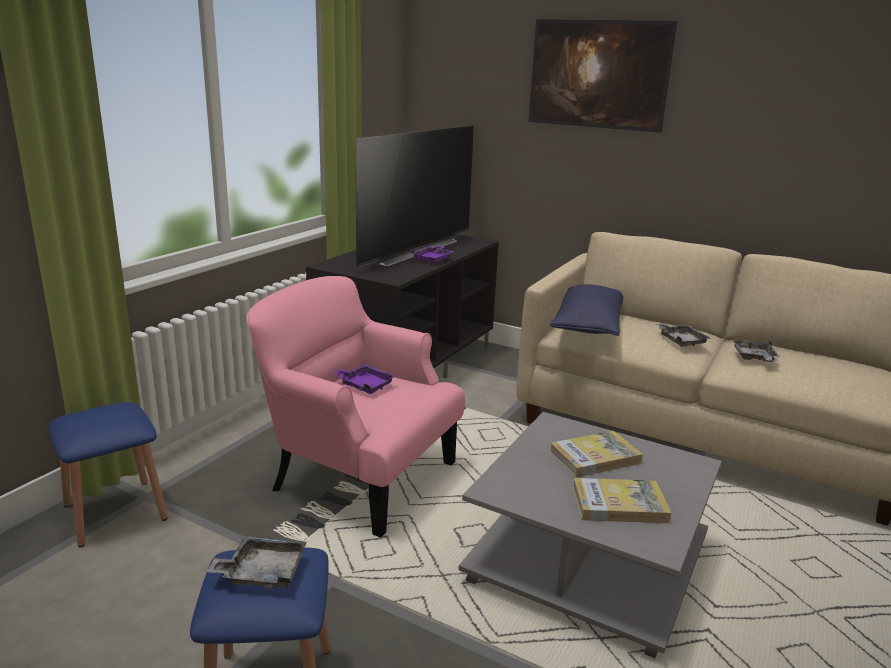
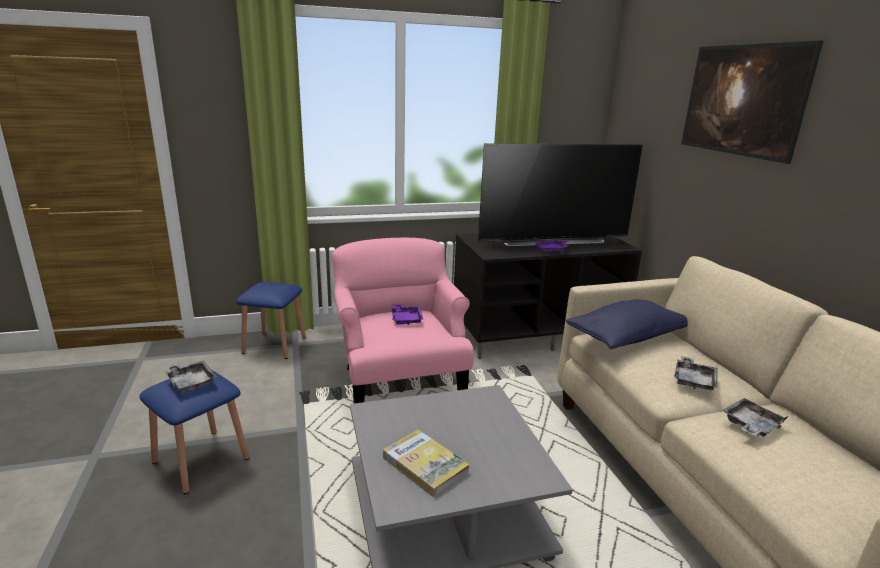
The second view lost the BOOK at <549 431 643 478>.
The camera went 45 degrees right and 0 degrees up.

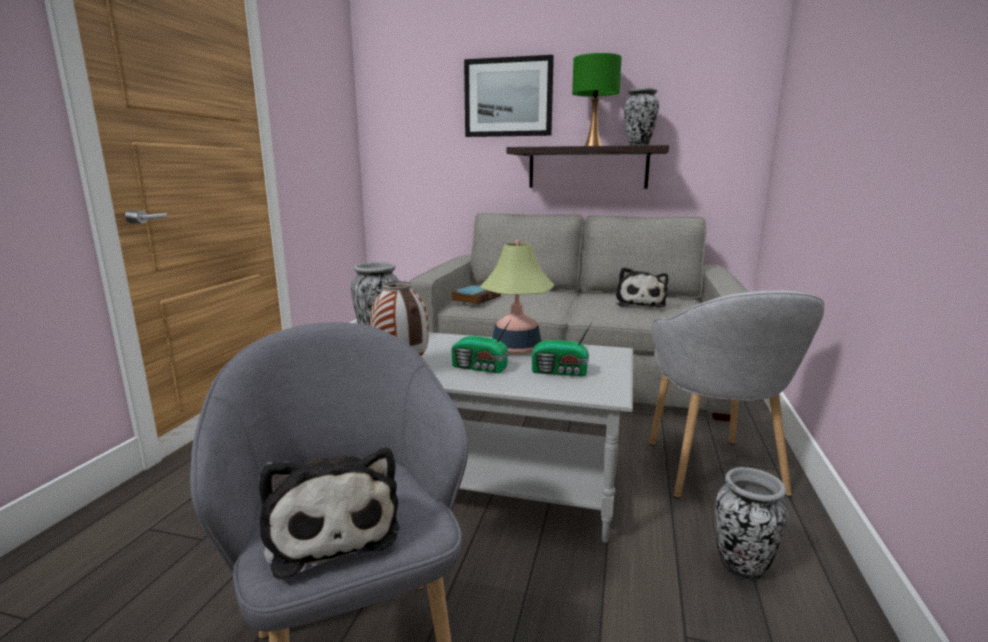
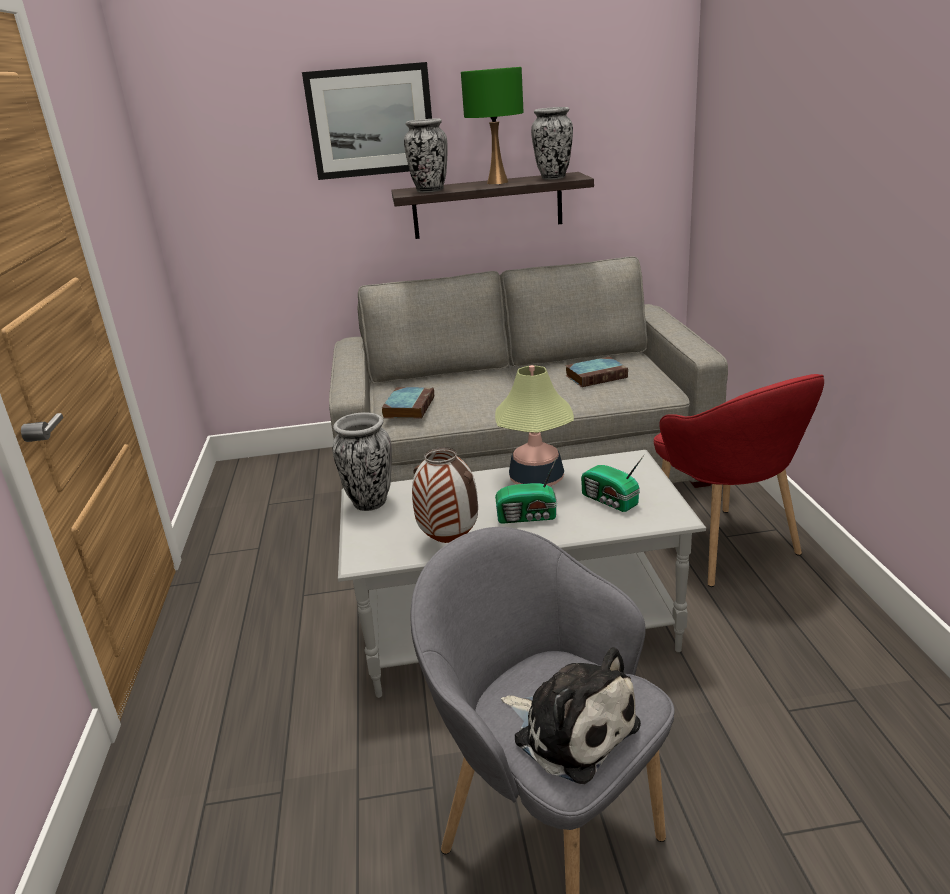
The RADIO at <532 318 594 376> ended up facing another way, 60 degrees clockwise from before.
Where the PLUSH TOY stood at <616 267 668 308>, the BOOK came to stand at <565 357 628 387>.
What was the GREY ARMCHAIR at <649 290 824 499> turned into the RED ARMCHAIR at <654 374 824 587>.
The VASE ended up elsewhere, having gone from <715 467 788 580> to <404 118 448 193>.
The camera went 20 degrees left and 10 degrees up.

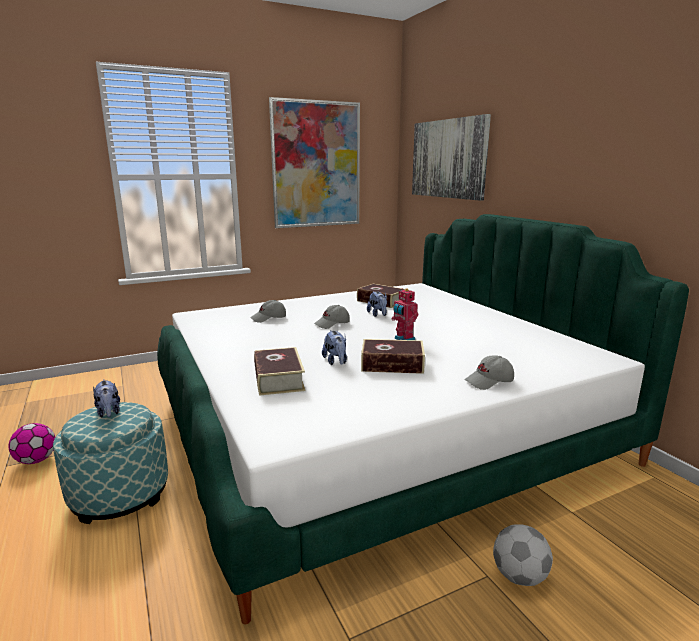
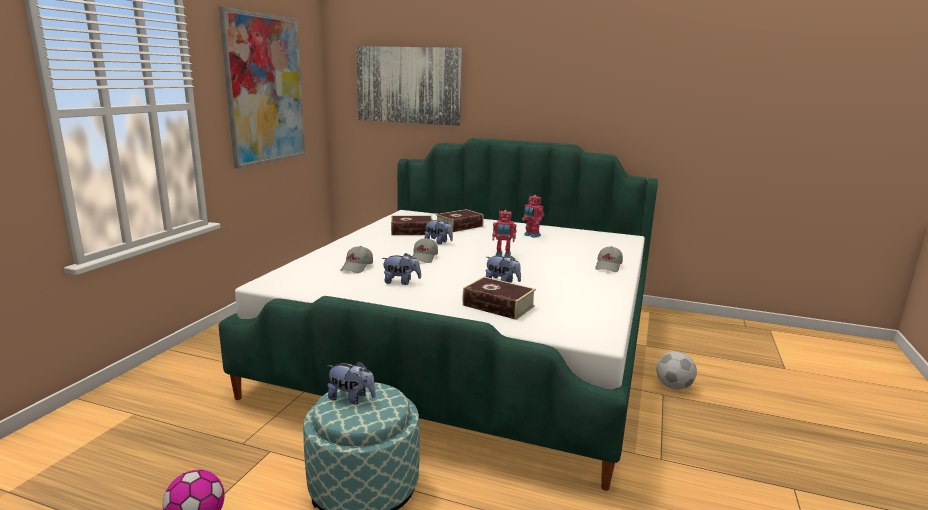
The BOOK ended up elsewhere, having gone from <361 339 425 374> to <436 209 484 232>.
The second view gained the PLUSH TOY at <381 253 421 285>.
The second view gained the TOY ROBOT at <522 195 544 238>.
The camera went 45 degrees left and 0 degrees up.

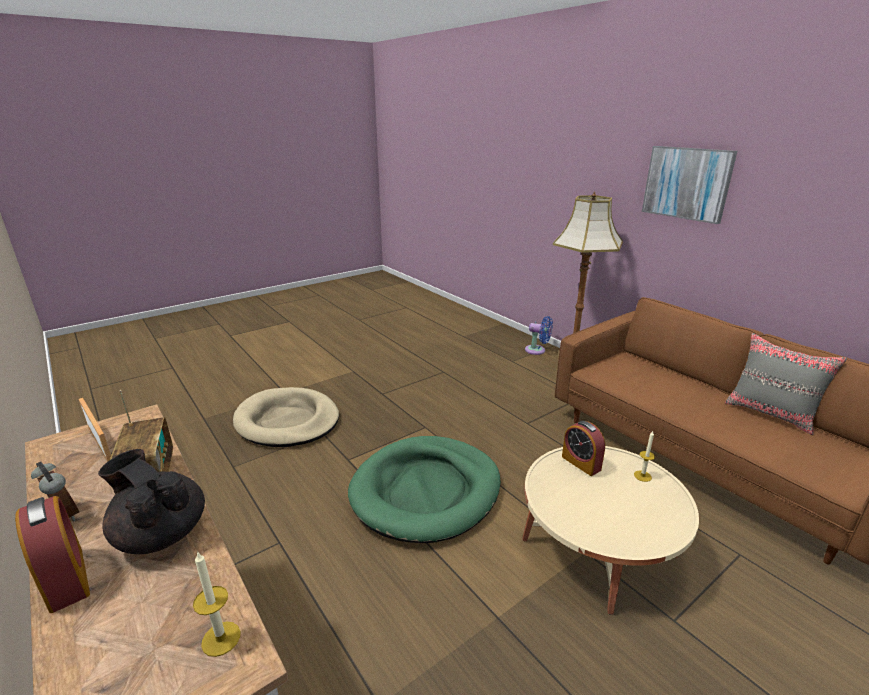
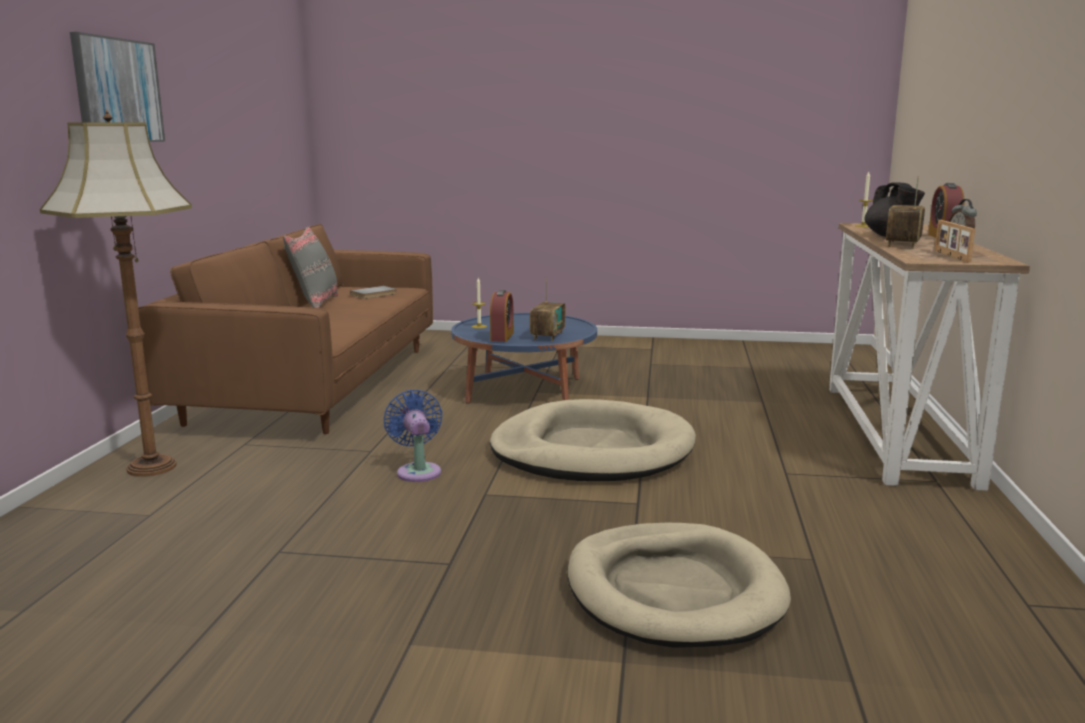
What was the GREEN DOG BED at <348 436 501 543> turned into the BEIGE DOG BED at <490 399 696 481>.
What was the BEIGE COFFEE TABLE at <522 446 699 615> turned into the BLUE COFFEE TABLE at <451 313 597 404>.
The BLUE FAN ended up elsewhere, having gone from <525 316 553 355> to <384 390 442 482>.
The second view gained the GREY BOOK at <350 286 397 299>.
The second view gained the RADIO at <530 278 565 341>.
The camera went 135 degrees left and 10 degrees down.

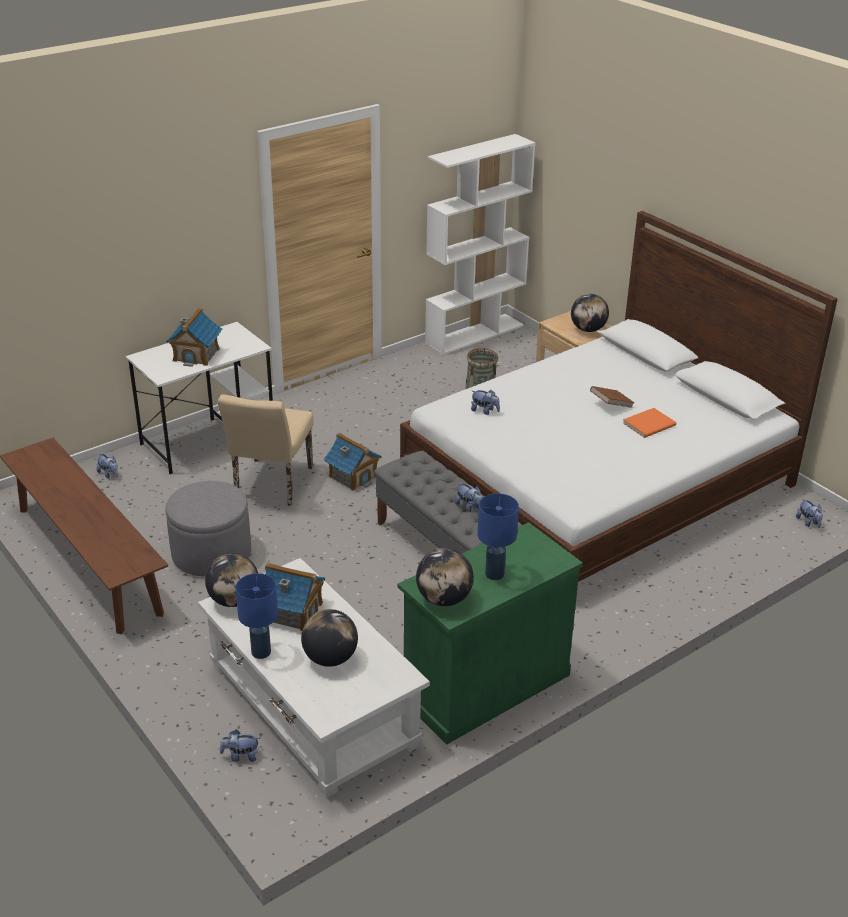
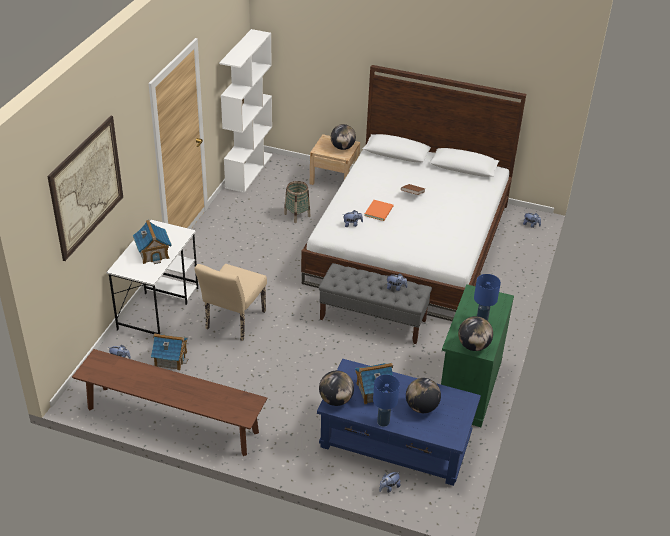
The second view lost the GREY OTTOMAN at <165 481 251 577>.
What was the WHITE COFFEE TABLE at <198 558 430 798> turned into the BLUE COFFEE TABLE at <317 359 481 486>.
The BEIGE CHAIR at <218 395 313 506> ended up facing another way, 45 degrees clockwise from before.
The TOY HOUSE ended up elsewhere, having gone from <324 433 382 491> to <151 333 188 370>.
The ORANGE BOOK ended up elsewhere, having gone from <623 408 676 438> to <364 200 393 221>.
The second view gained the PICTURE at <47 116 123 261>.
The camera went 35 degrees left and 5 degrees up.

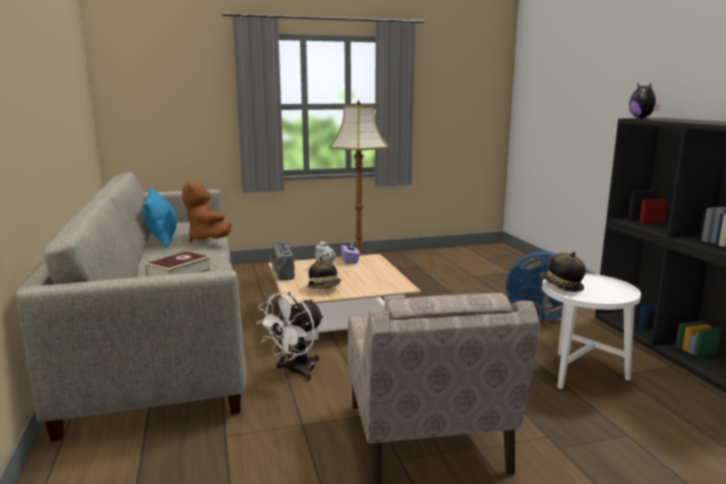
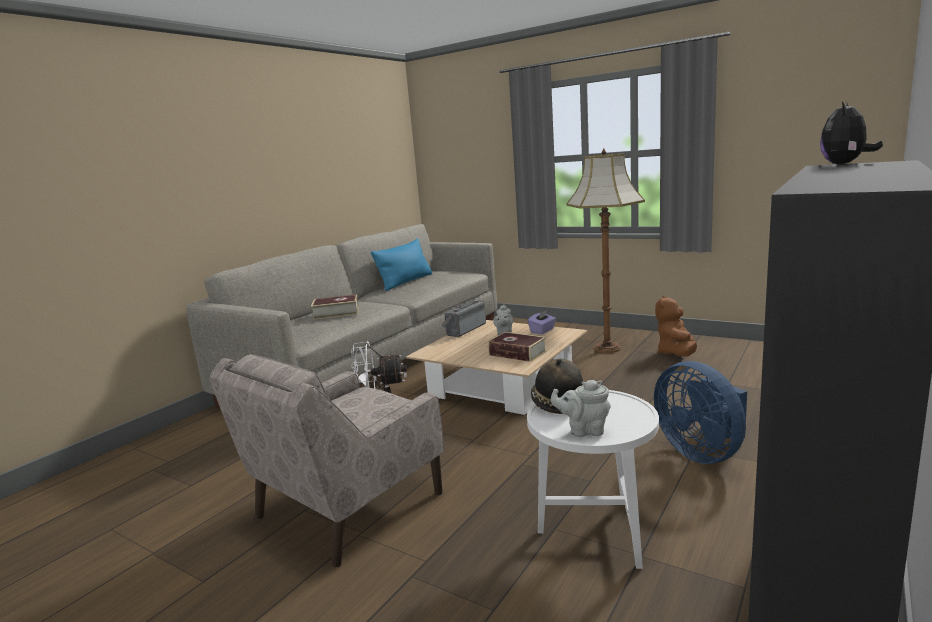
The BROWN PLUSH TOY ended up elsewhere, having gone from <182 181 232 242> to <655 295 697 356>.
The second view lost the HAT at <307 256 341 289>.
The second view gained the BOOK at <488 332 547 362>.
The second view gained the GREY TEAPOT at <551 380 610 437>.
The camera went 50 degrees right and 0 degrees up.

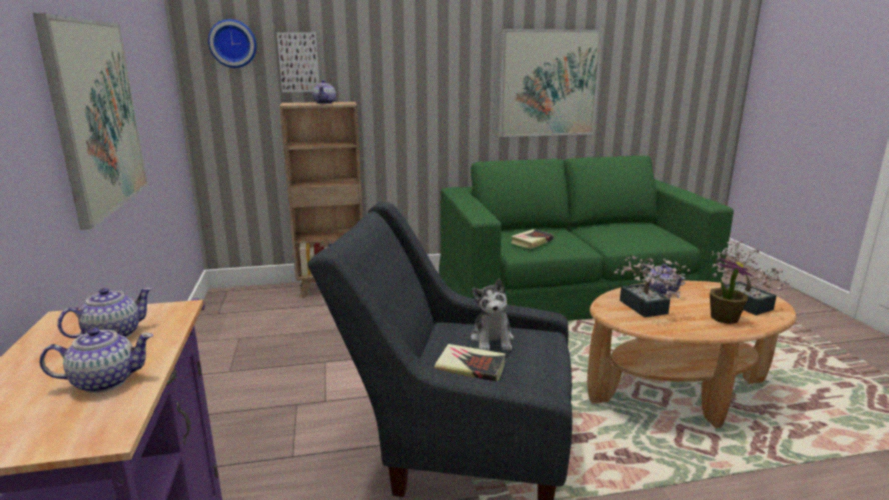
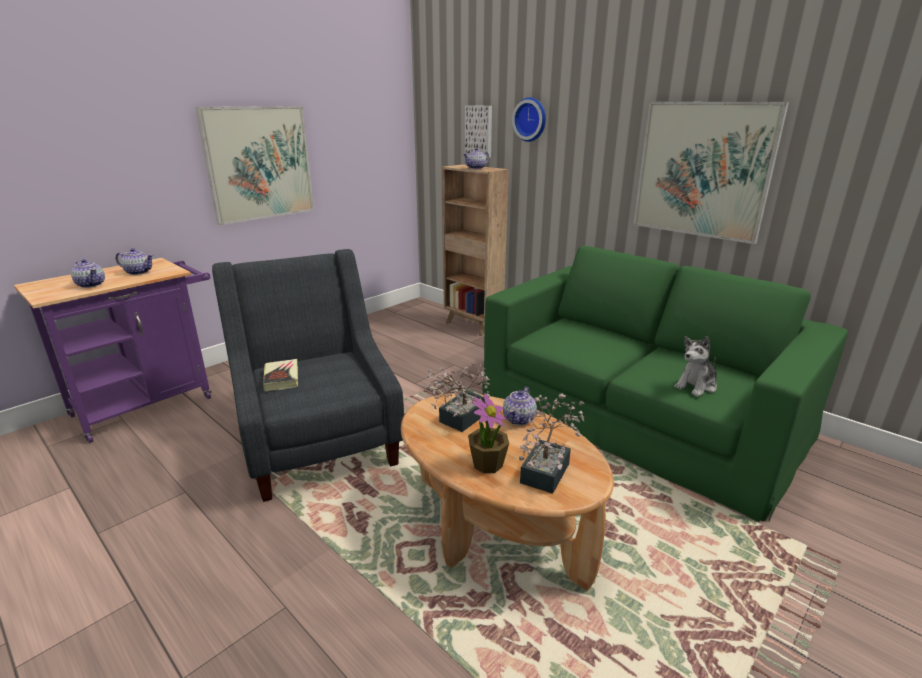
The WALL CLOCK ended up elsewhere, having gone from <208 19 257 68> to <512 97 546 142>.
The PLUSH TOY ended up elsewhere, having gone from <471 278 514 351> to <674 336 717 397>.
The second view lost the BOOK at <511 229 554 249>.
The camera went 55 degrees right and 5 degrees up.

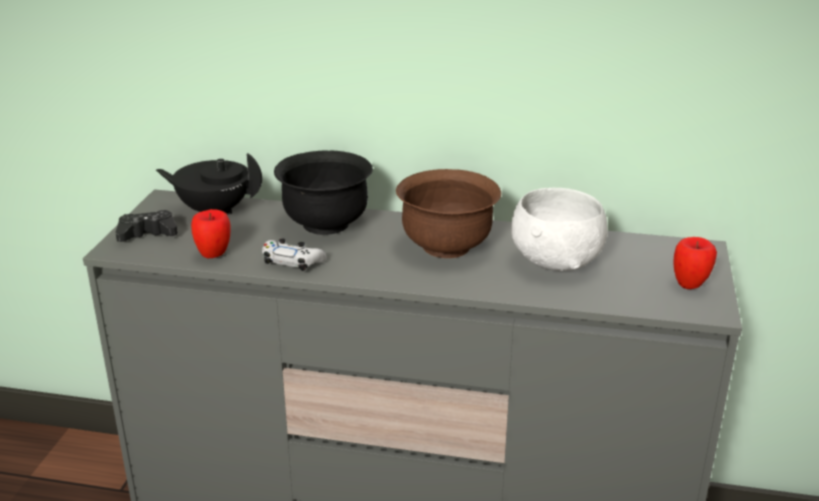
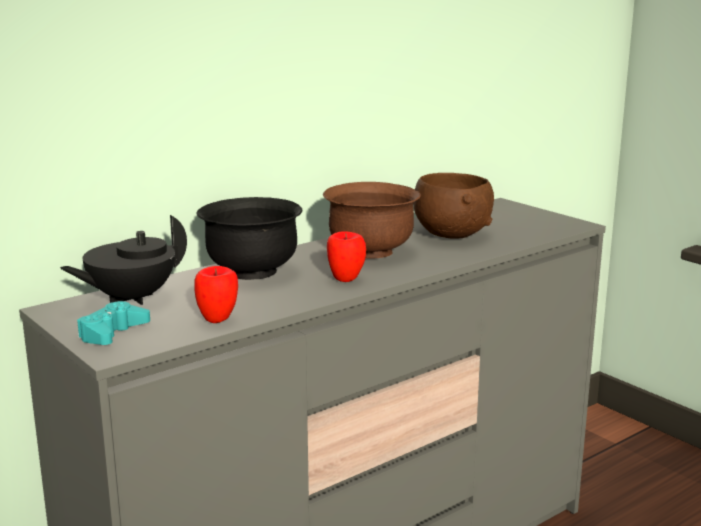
What was the BLACK GAME CONTROLLER at <115 210 178 242> turned into the TURQUOISE GAME CONTROLLER at <77 301 150 345>.
The second view lost the WHITE GAME CONTROLLER at <262 238 326 271>.
What was the WHITE BOWL at <511 188 608 271> turned into the BROWN BOWL at <414 173 494 239>.
The APPLE ended up elsewhere, having gone from <673 237 717 289> to <327 231 366 282>.
The camera went 50 degrees left and 10 degrees down.

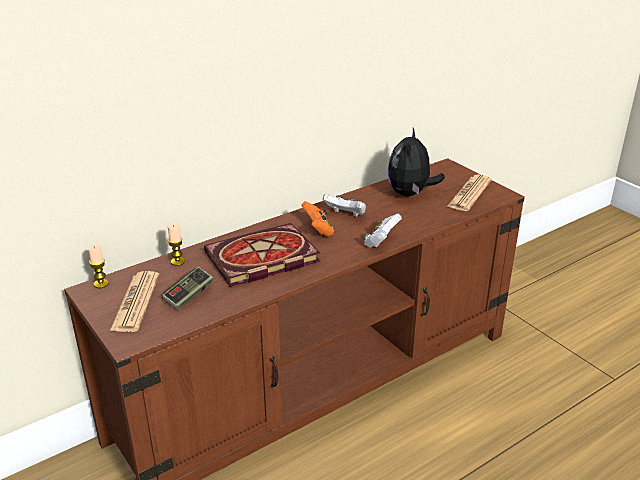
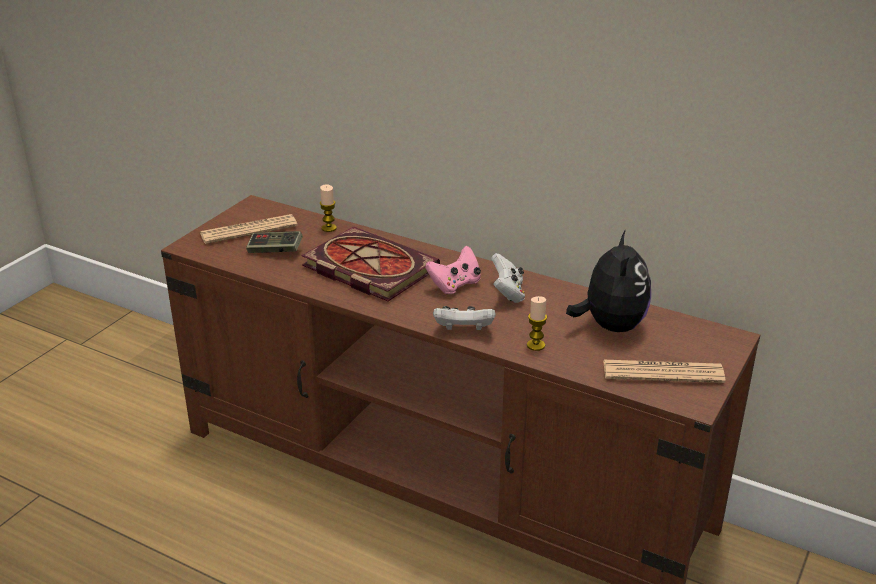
The CANDLE ended up elsewhere, having gone from <88 244 109 288> to <527 296 547 351>.
What was the ORANGE GAME CONTROLLER at <301 201 334 237> turned into the PINK GAME CONTROLLER at <425 245 481 294>.
The PLUSH TOY at <388 128 445 196> ended up facing another way, 105 degrees clockwise from before.
The camera went 65 degrees right and 0 degrees up.

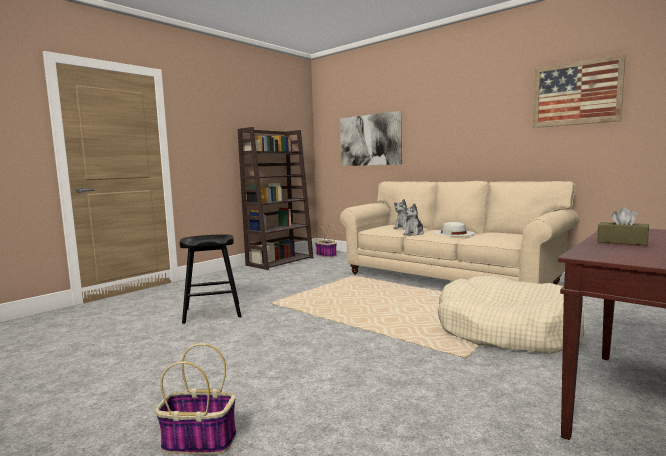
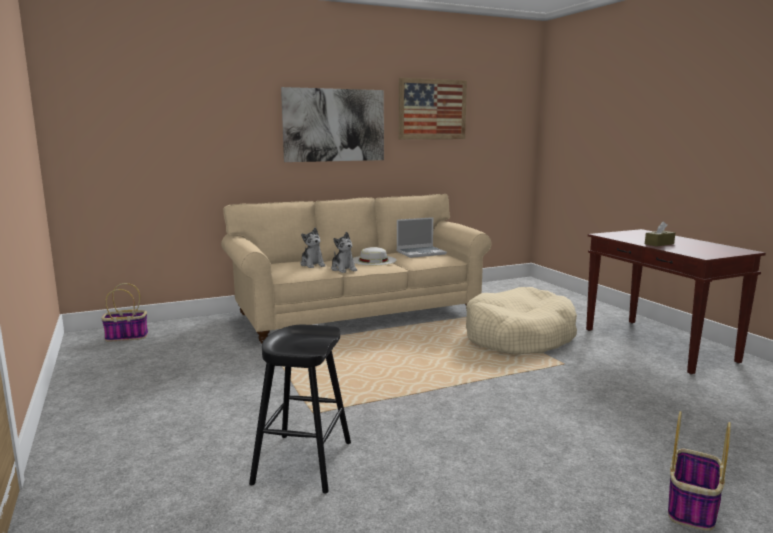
The second view lost the BROWN BOOKCASE at <238 127 313 270>.
The PICTURE ended up elsewhere, having gone from <340 111 402 166> to <281 87 384 162>.
The second view gained the LAPTOP at <396 217 447 258>.
The camera went 65 degrees left and 5 degrees up.

